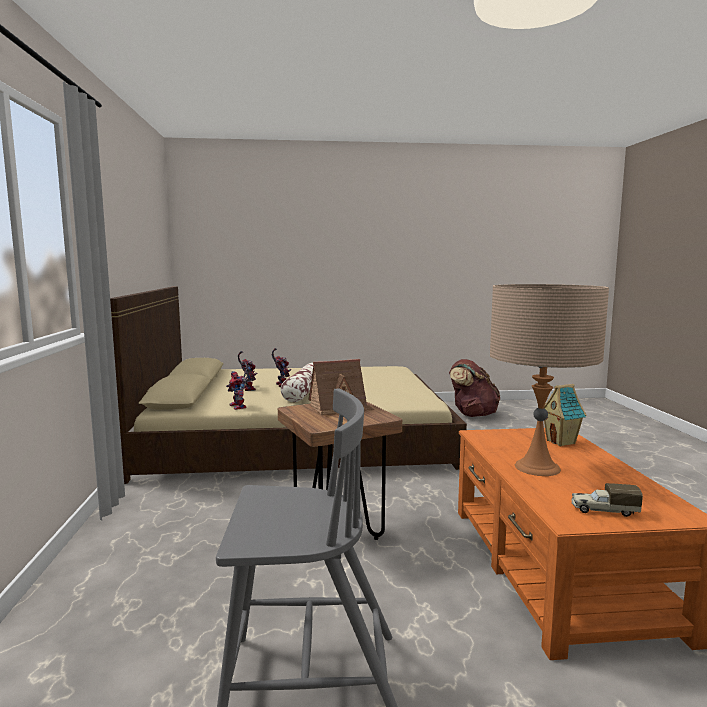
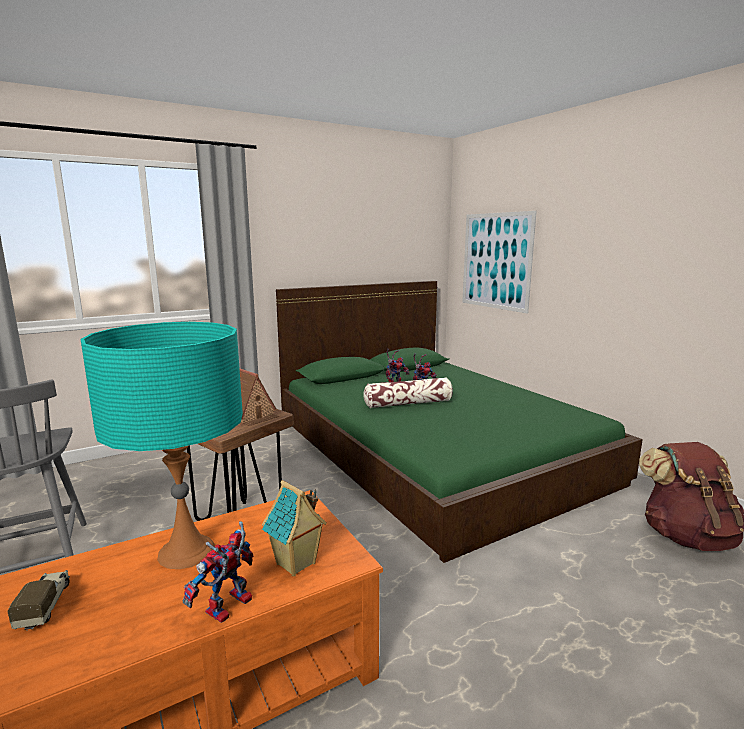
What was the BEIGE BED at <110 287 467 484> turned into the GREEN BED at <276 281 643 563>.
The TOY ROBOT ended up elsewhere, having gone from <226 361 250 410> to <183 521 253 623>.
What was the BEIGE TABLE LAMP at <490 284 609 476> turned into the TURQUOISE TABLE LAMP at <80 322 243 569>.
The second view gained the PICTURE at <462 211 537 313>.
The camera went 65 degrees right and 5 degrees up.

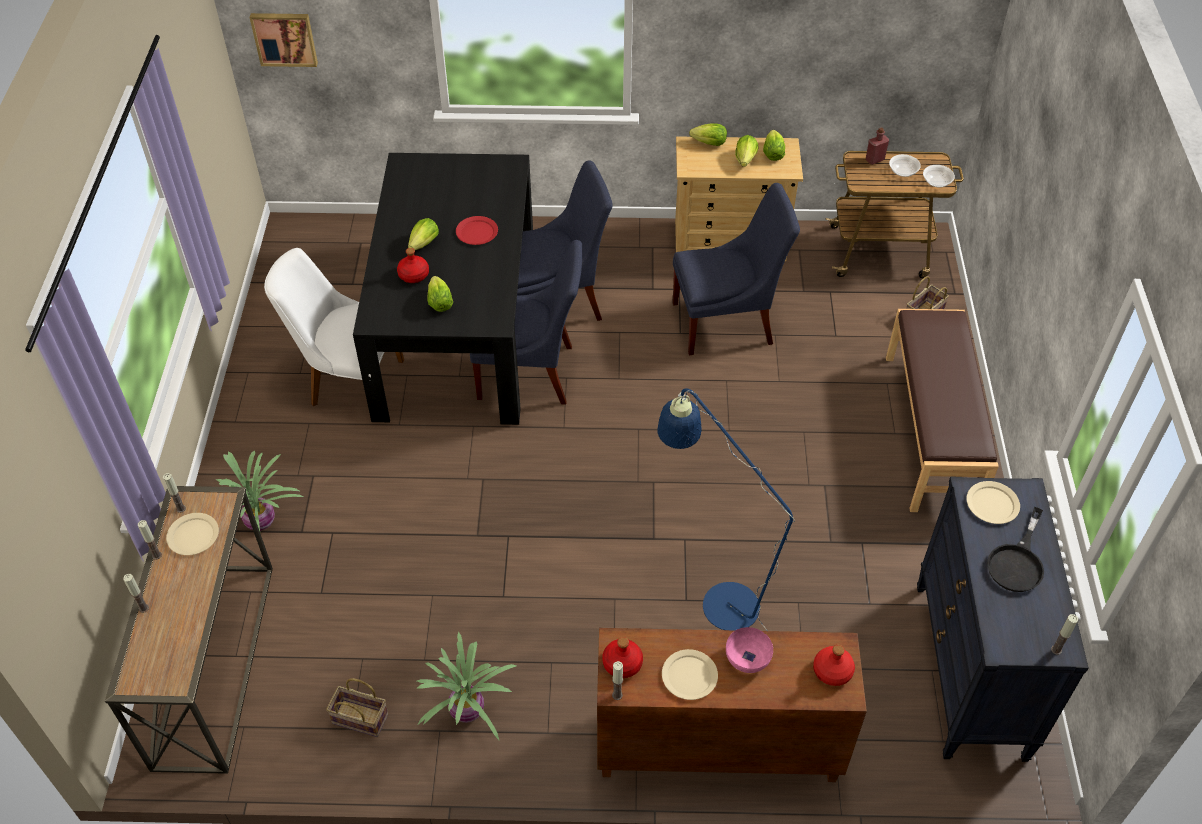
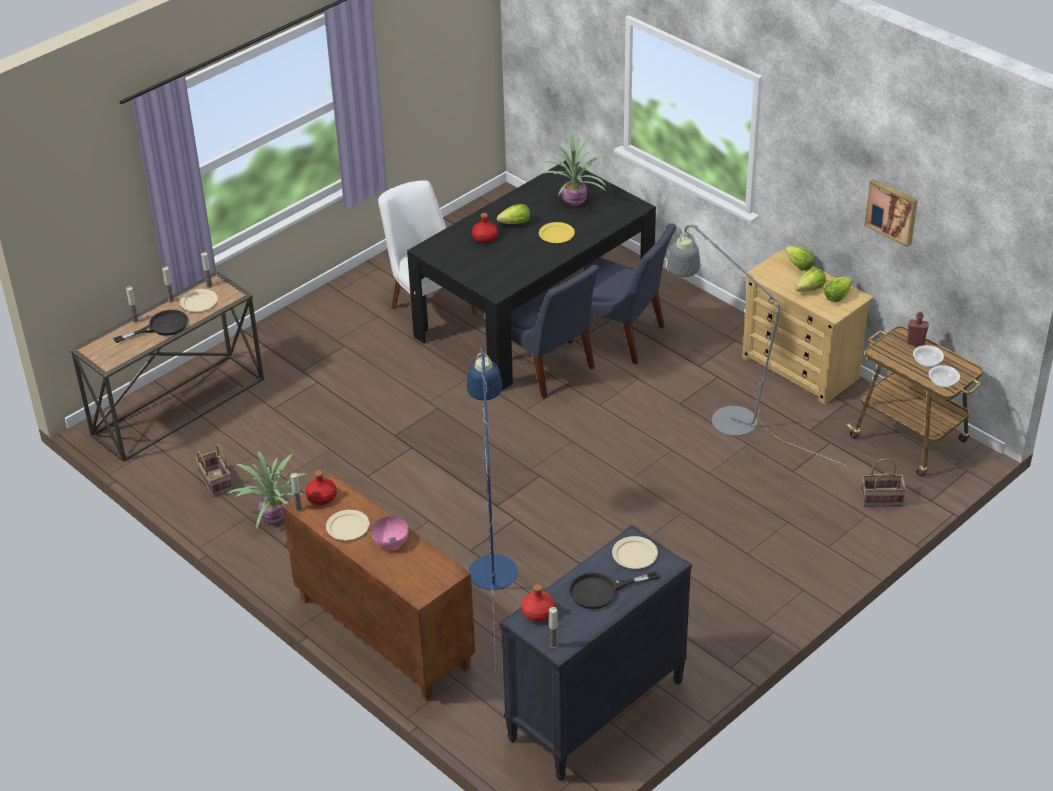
The POTTED PLANT ended up elsewhere, having gone from <216 451 303 531> to <535 131 609 206>.
The PICTURE ended up elsewhere, having gone from <249 13 318 67> to <864 179 918 247>.
The second view lost the LETTUCE at <428 276 453 312>.
What was the RED PLATE at <456 216 498 245> turned into the YELLOW PLATE at <539 222 575 243>.
Where the BLUE CHAIR stood at <672 183 800 356>, the GREY FLOOR LAMP came to stand at <667 225 847 466>.
The RED BOTTLE ended up elsewhere, having gone from <813 645 855 686> to <521 584 556 622>.
The second view lost the BROWN BENCH at <886 309 999 512>.
The second view gained the BLACK FRYING PAN at <113 310 188 343>.
The camera went 45 degrees right and 10 degrees down.

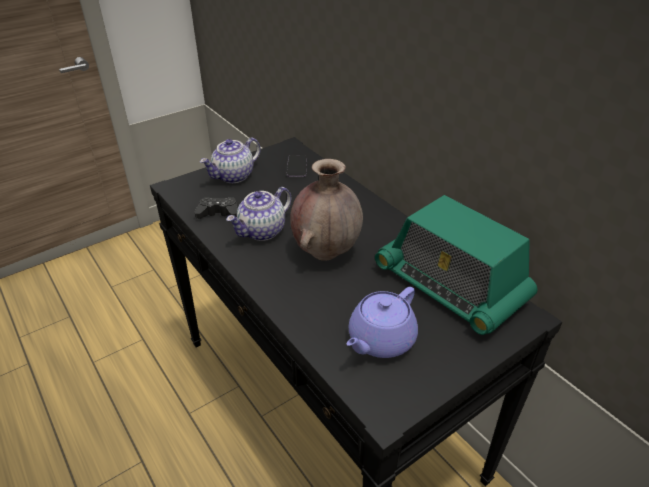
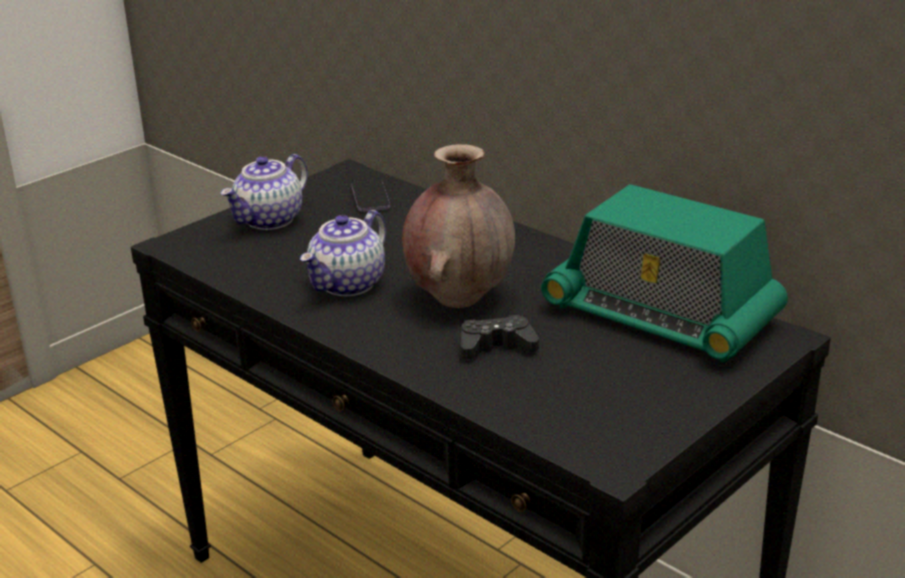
The BLACK GAME CONTROLLER ended up elsewhere, having gone from <195 197 237 219> to <461 315 539 359>.
The second view lost the PURPLE TEAPOT at <347 287 418 358>.
The camera went 10 degrees left and 10 degrees down.

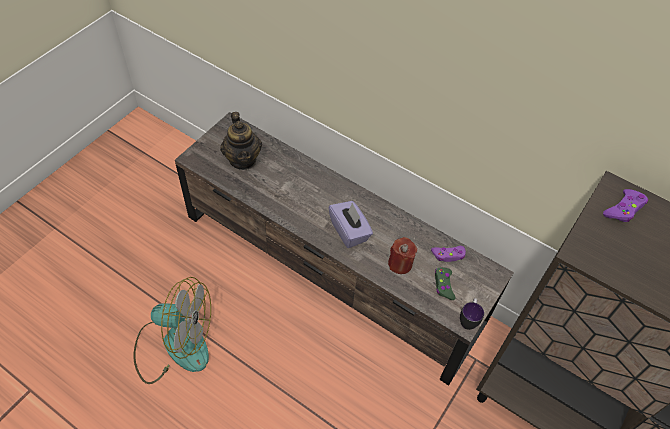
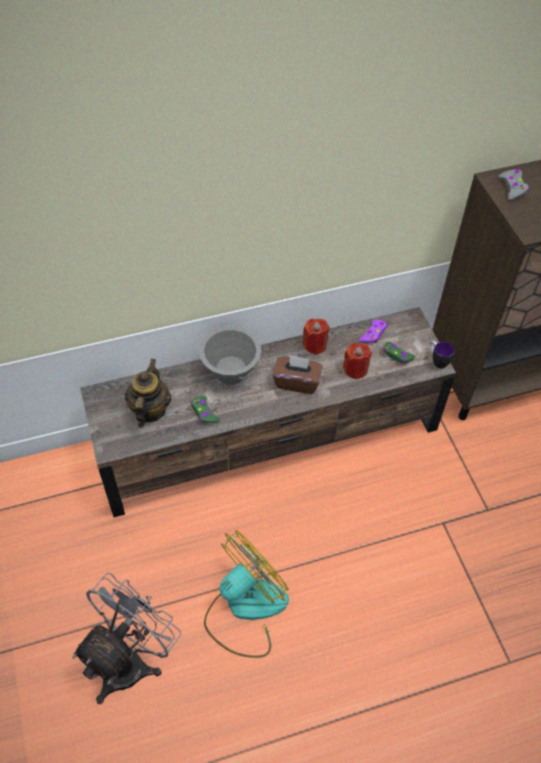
The TEAPOT at <220 112 262 170> ended up facing another way, 105 degrees counterclockwise from before.
What was the PURPLE TISSUE BOX at <328 201 373 248> turned into the BROWN TISSUE BOX at <272 355 323 394>.
What was the PURPLE GAME CONTROLLER at <603 189 648 222> turned into the GREY GAME CONTROLLER at <499 169 529 201>.
The second view gained the GREY FAN at <72 573 181 704>.
The second view gained the GREEN GAME CONTROLLER at <190 396 220 423>.
The second view gained the GREY BOWL at <199 326 262 384>.
The second view gained the RED CANDLE at <302 319 330 354>.
The camera went 50 degrees left and 0 degrees up.

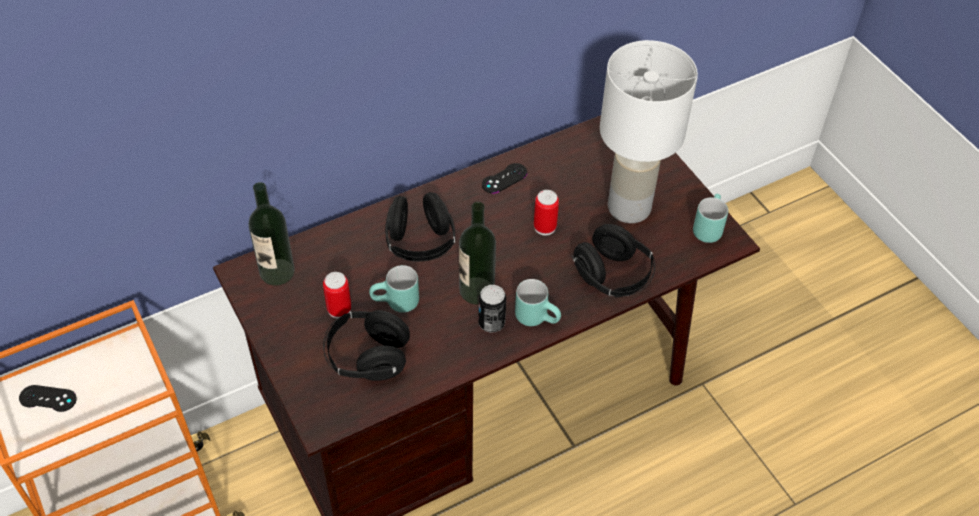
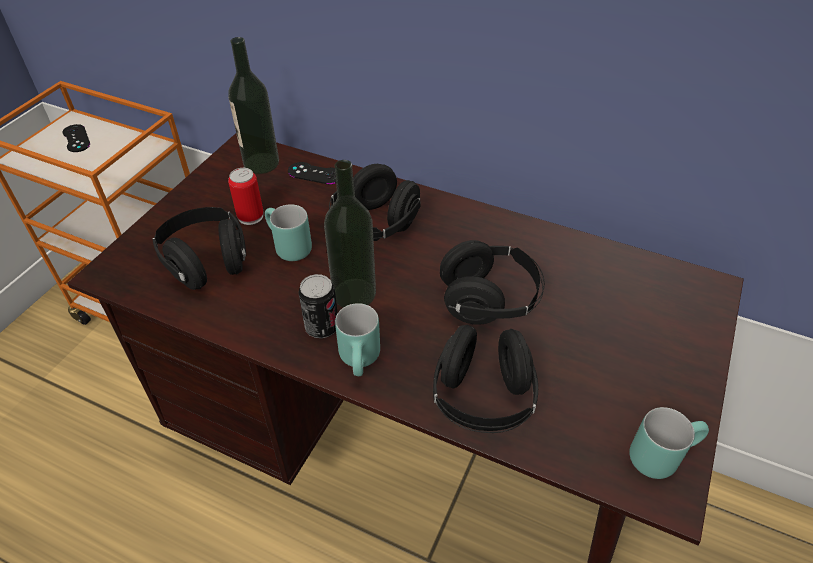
The BLACK GAME CONTROLLER ended up elsewhere, having gone from <482 163 527 193> to <288 162 336 184>.
Where the CAN stood at <534 190 559 235>, the BLACK HEADPHONES came to stand at <440 240 545 325>.
The second view lost the WHITE TABLE LAMP at <600 40 698 223>.
The camera went 55 degrees right and 5 degrees down.

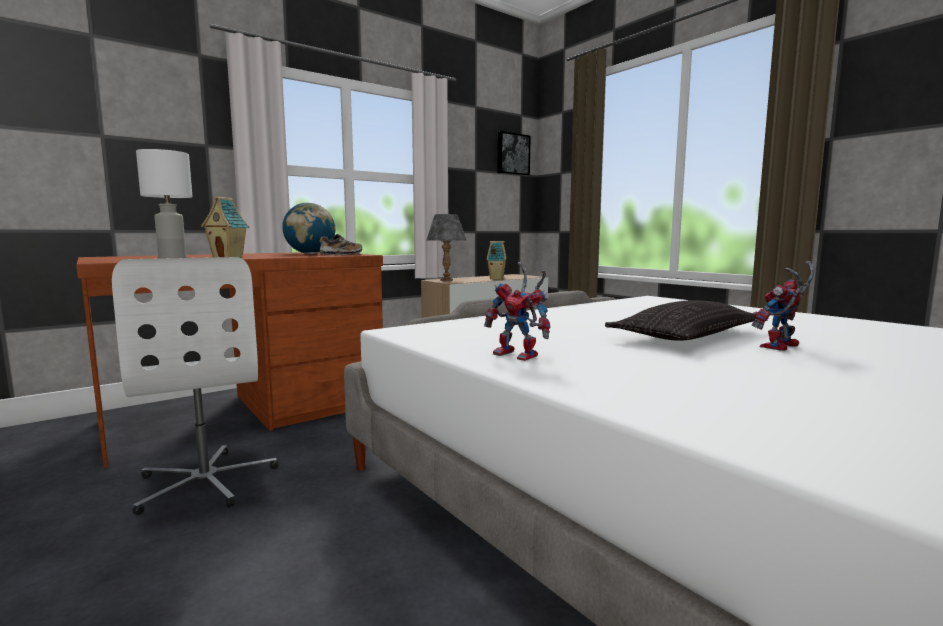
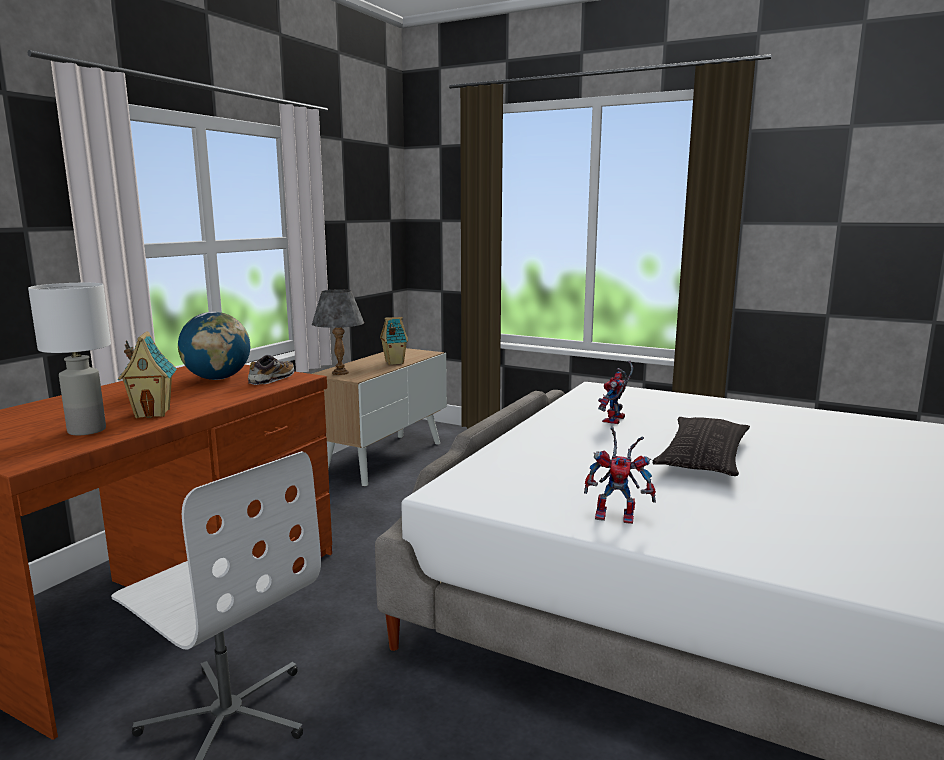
The second view lost the PICTURE at <498 131 531 176>.
The TOY ROBOT ended up elsewhere, having gone from <752 261 815 351> to <598 360 634 424>.
The camera went 25 degrees left and 5 degrees up.

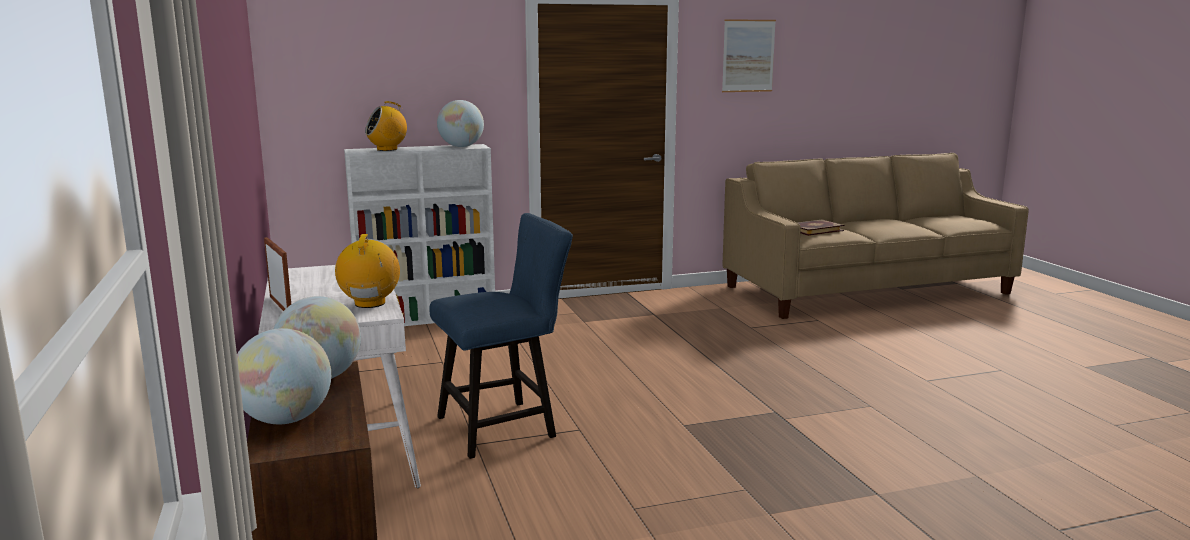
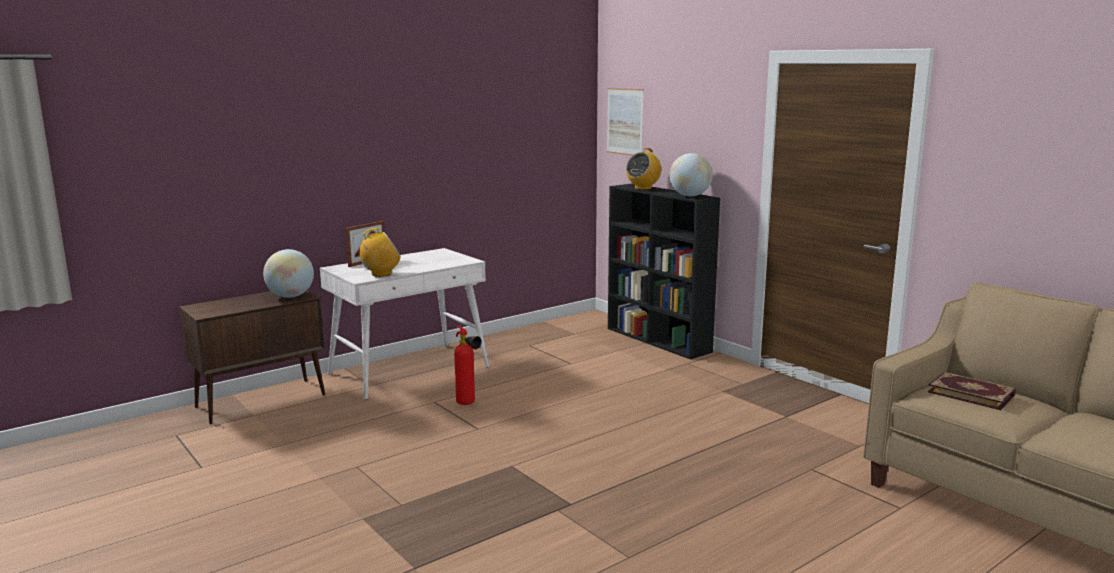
The second view lost the GLOBE at <237 328 331 424>.
What was the WHITE BOOKCASE at <344 144 495 326> turned into the BLACK BOOKCASE at <608 183 720 360>.
The RADIO at <365 101 407 151> ended up facing another way, 90 degrees counterclockwise from before.
Where the BLUE CHAIR stood at <429 213 573 459>, the FIRE EXTINGUISHER came to stand at <454 326 482 405>.
The PICTURE ended up elsewhere, having gone from <722 19 776 92> to <607 88 644 156>.
The camera went 70 degrees right and 0 degrees up.

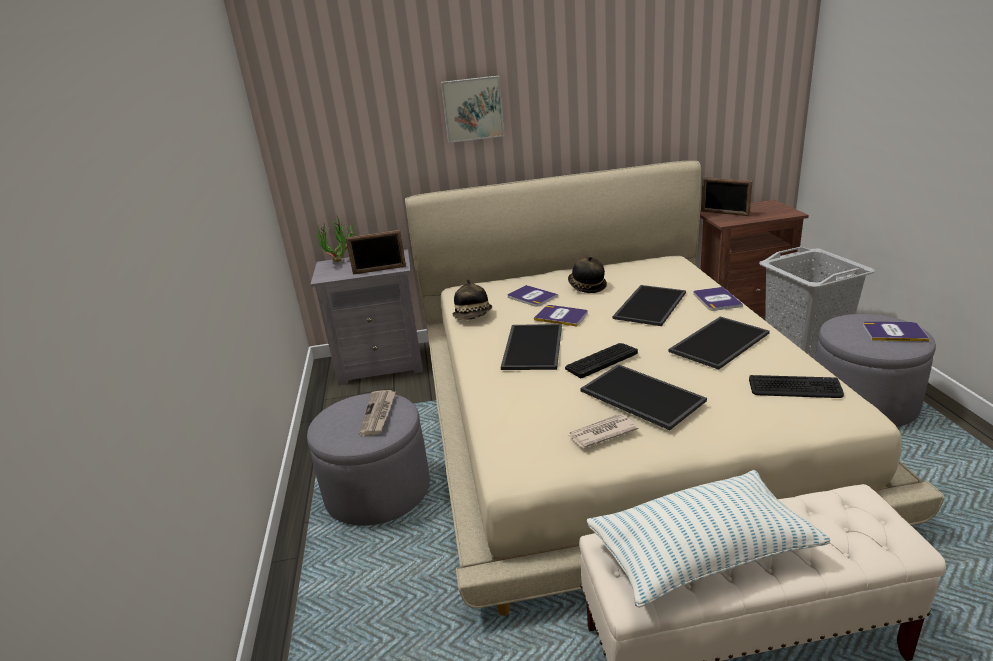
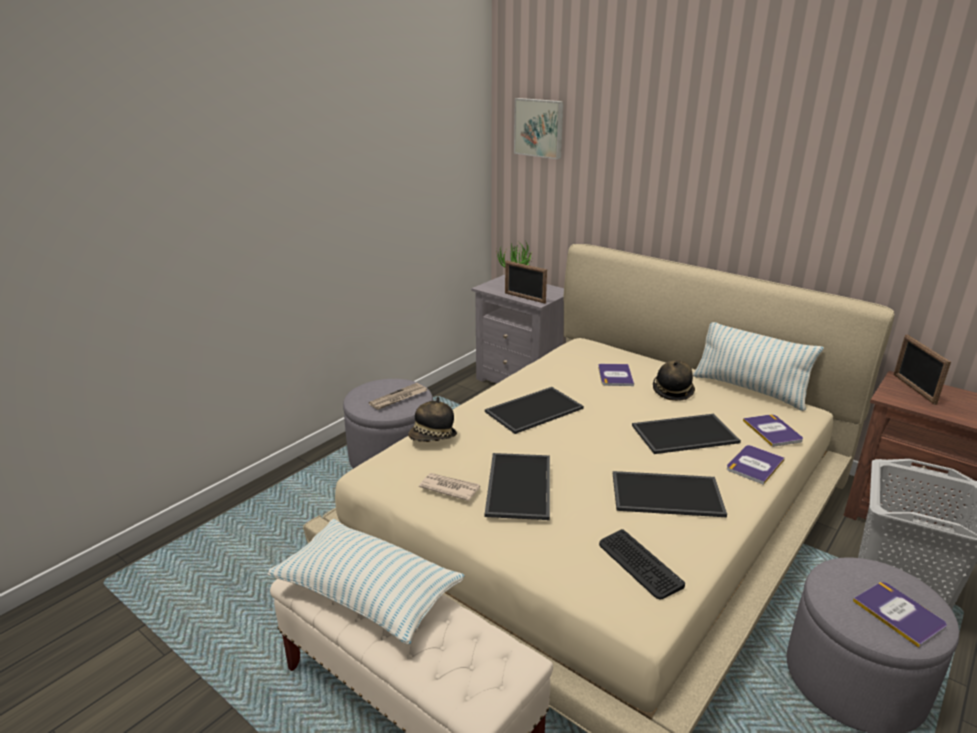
The PICTURE ended up elsewhere, having gone from <441 76 505 143> to <514 98 564 159>.
The HAT ended up elsewhere, having gone from <453 279 492 320> to <408 397 457 442>.
The BOOK ended up elsewhere, having gone from <534 305 588 327> to <743 414 803 447>.
The second view lost the KEYBOARD at <565 343 638 378>.
The second view gained the PILLOW at <693 322 824 411>.
The camera went 45 degrees right and 0 degrees up.

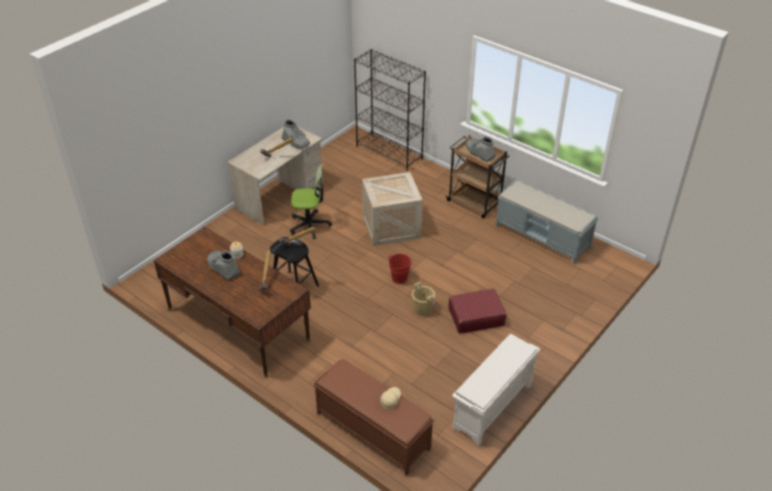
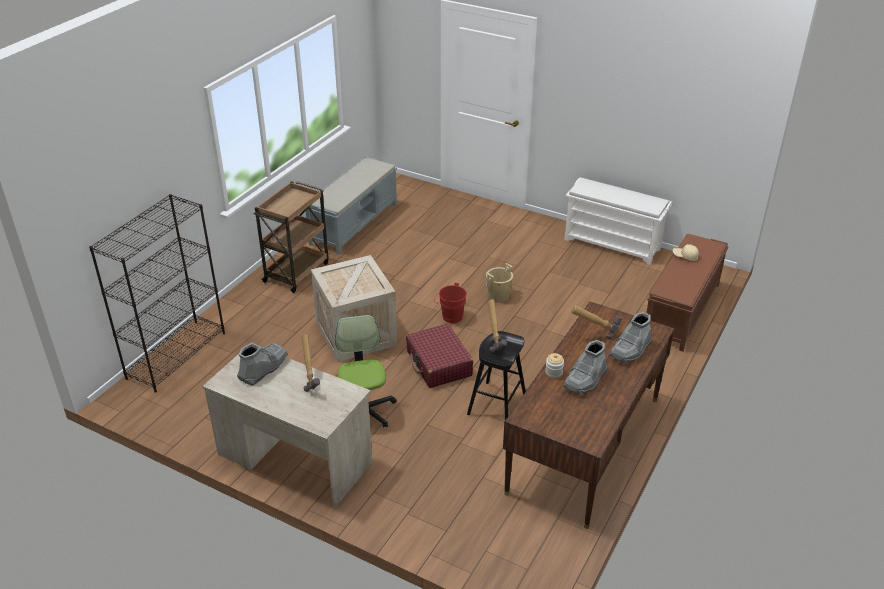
The RED SUITCASE ended up elsewhere, having gone from <448 289 506 334> to <406 324 473 388>.
The GREY BOOT ended up elsewhere, having gone from <465 136 496 162> to <609 312 653 363>.
The camera went 100 degrees left and 5 degrees down.

